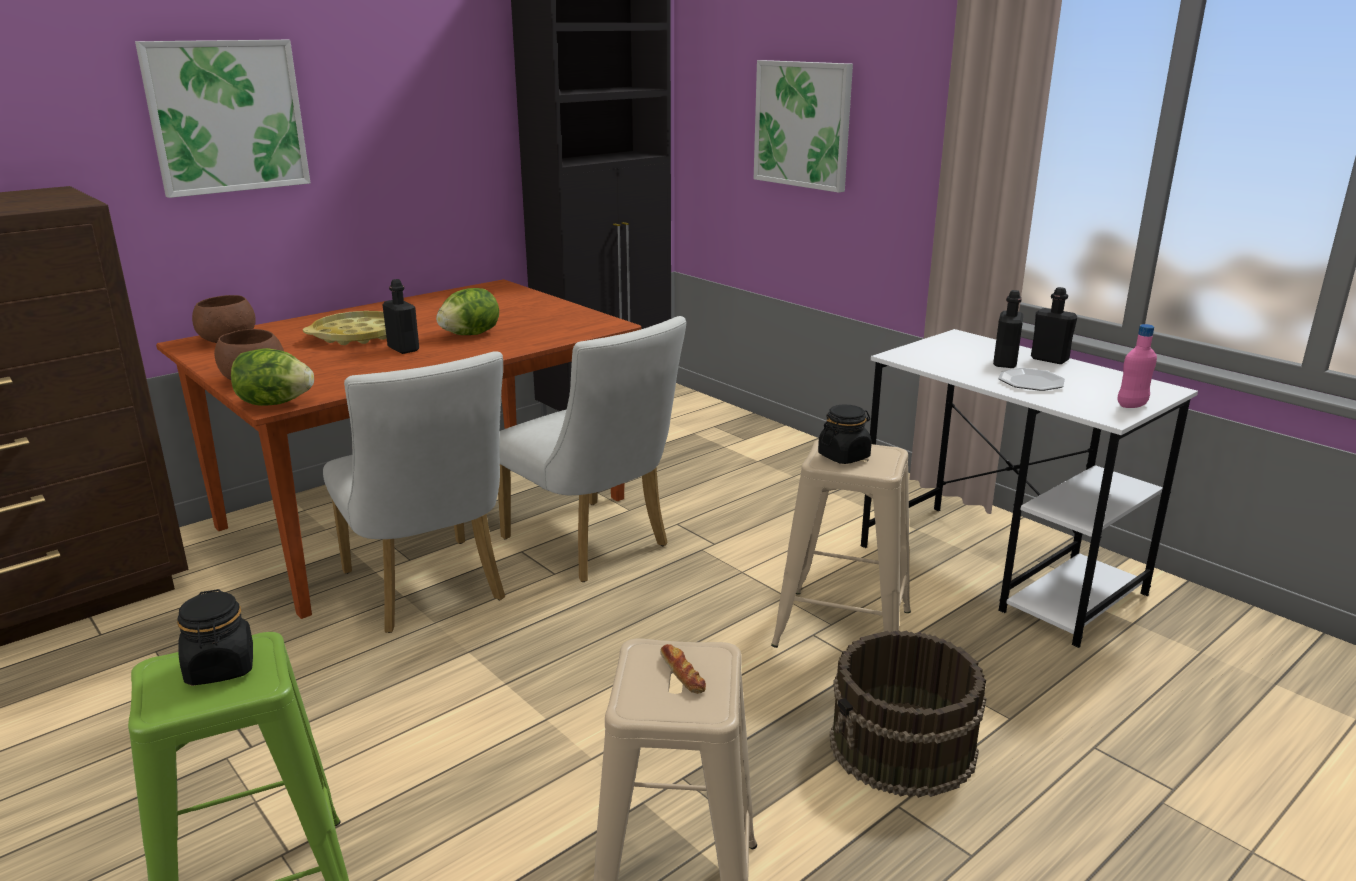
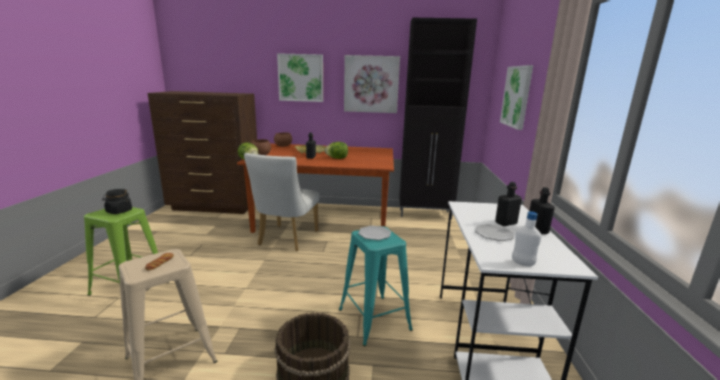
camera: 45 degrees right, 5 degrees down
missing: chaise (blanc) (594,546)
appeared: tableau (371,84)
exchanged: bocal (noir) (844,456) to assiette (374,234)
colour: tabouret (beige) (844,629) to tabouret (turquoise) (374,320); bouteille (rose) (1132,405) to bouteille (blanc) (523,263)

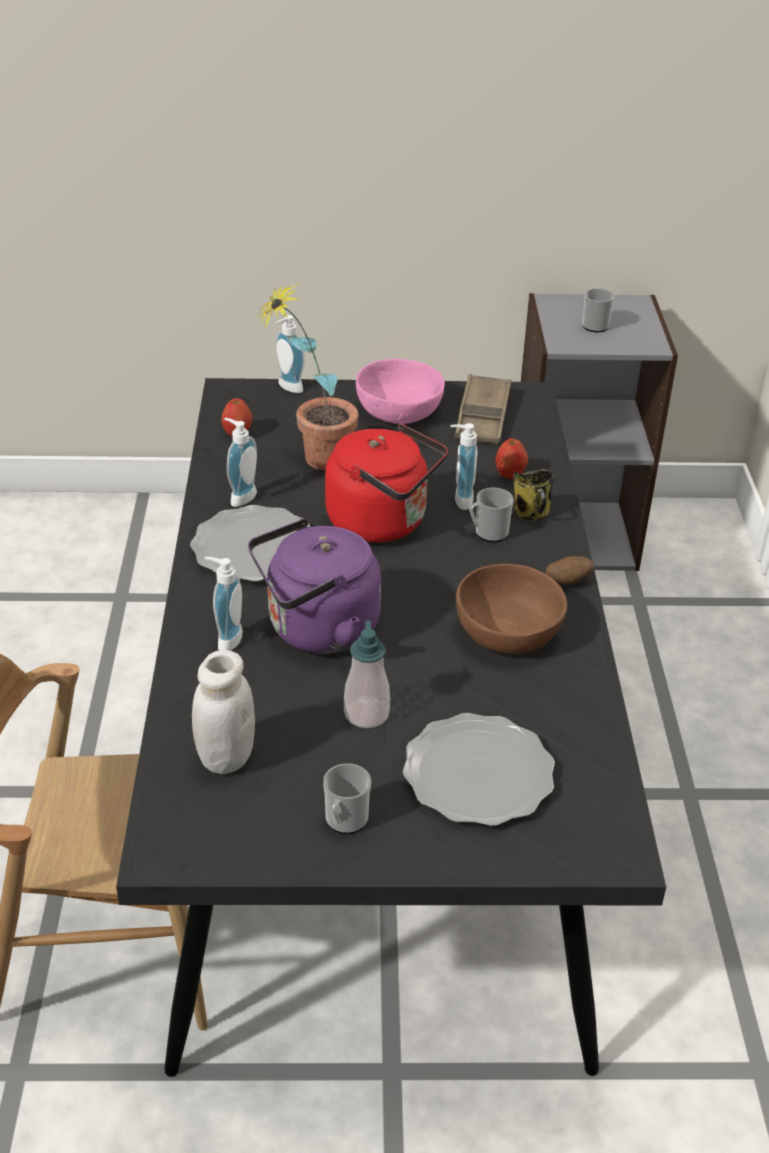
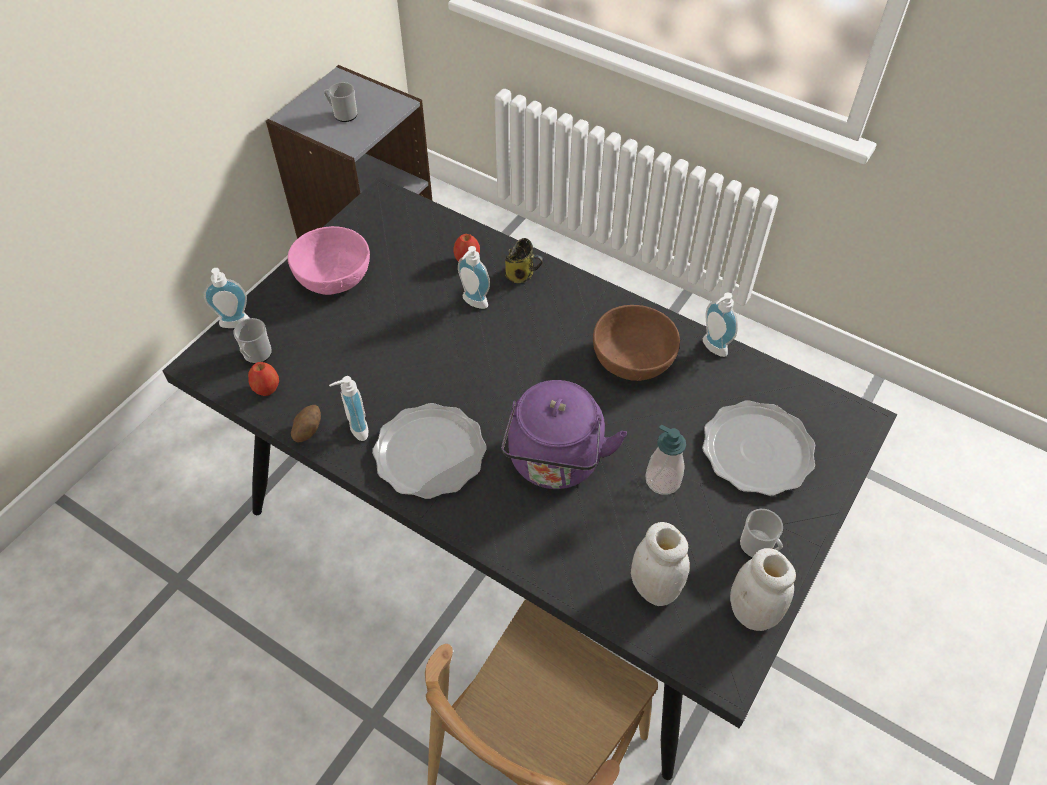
camera: 55 degrees left, 15 degrees up
missing: plante en pot (312,459); bouilloire (rouge) (383,523); plateau (marron) (483,416)
appeared: bocal (blanc) (752,612)
relocated: distributeur de savon (225,639) to (712,348); mug (488,533) to (256,356); pomme de terre (568,581) to (308,431)

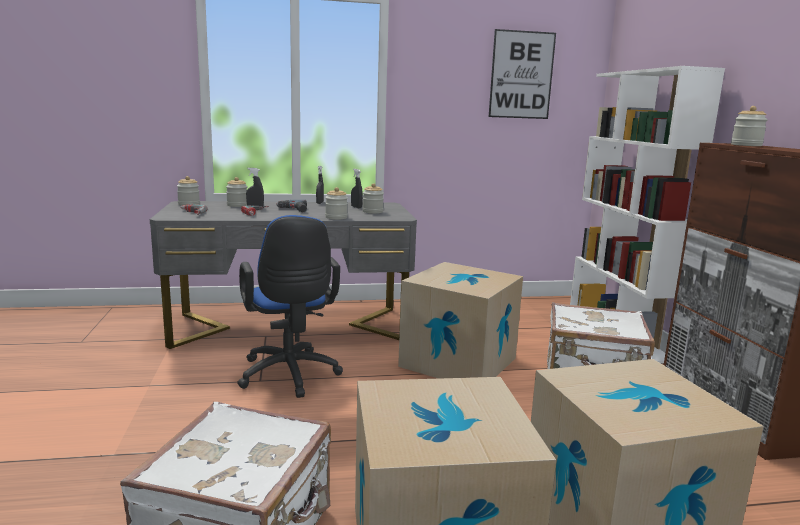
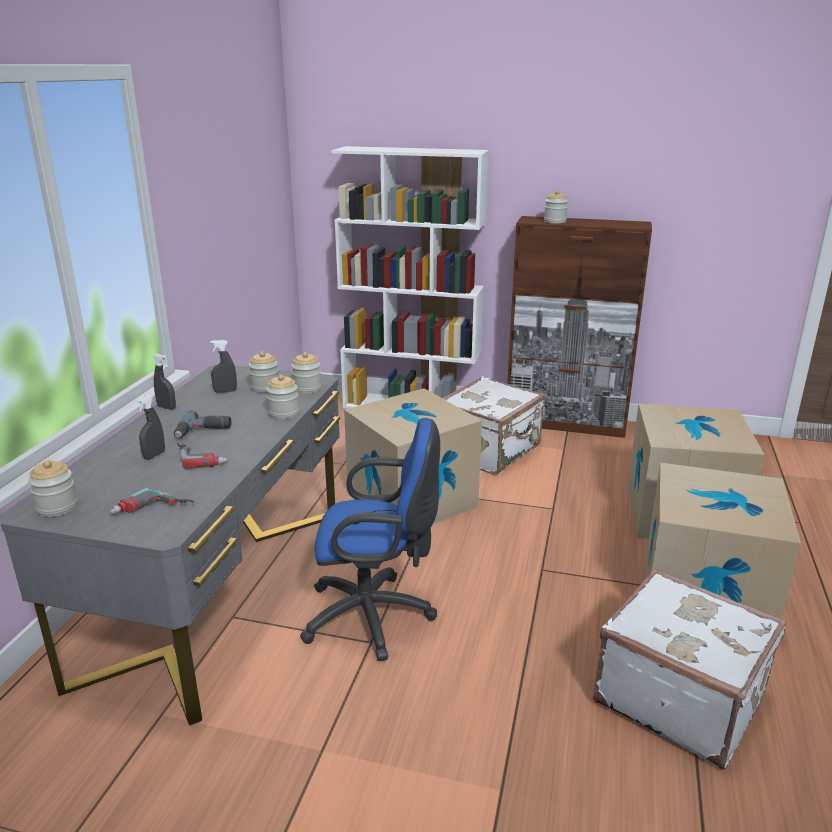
camera: 65 degrees left, 10 degrees up
missing: tableau (521,75)
relocated: bocal (237,205) to (307,388)

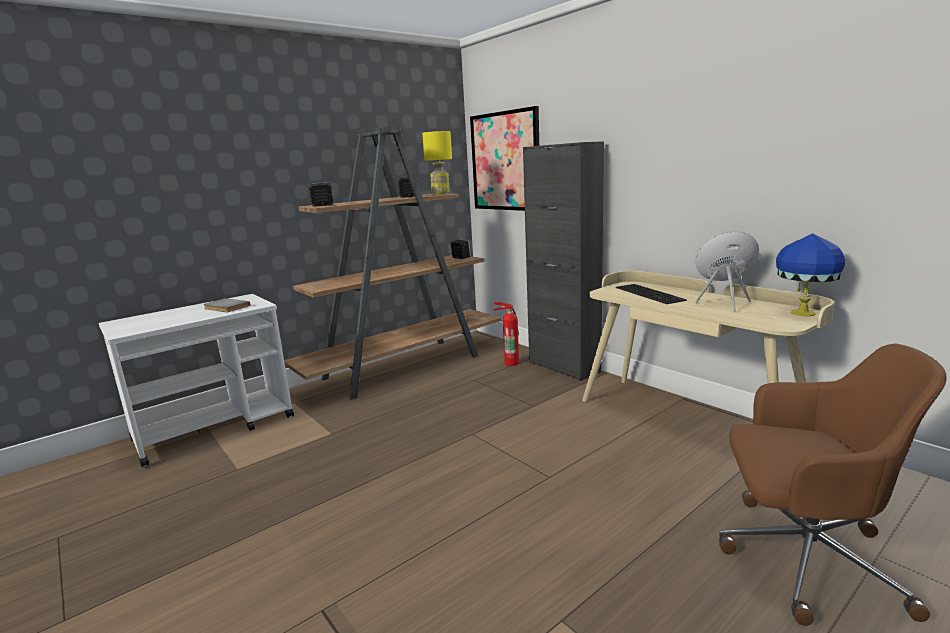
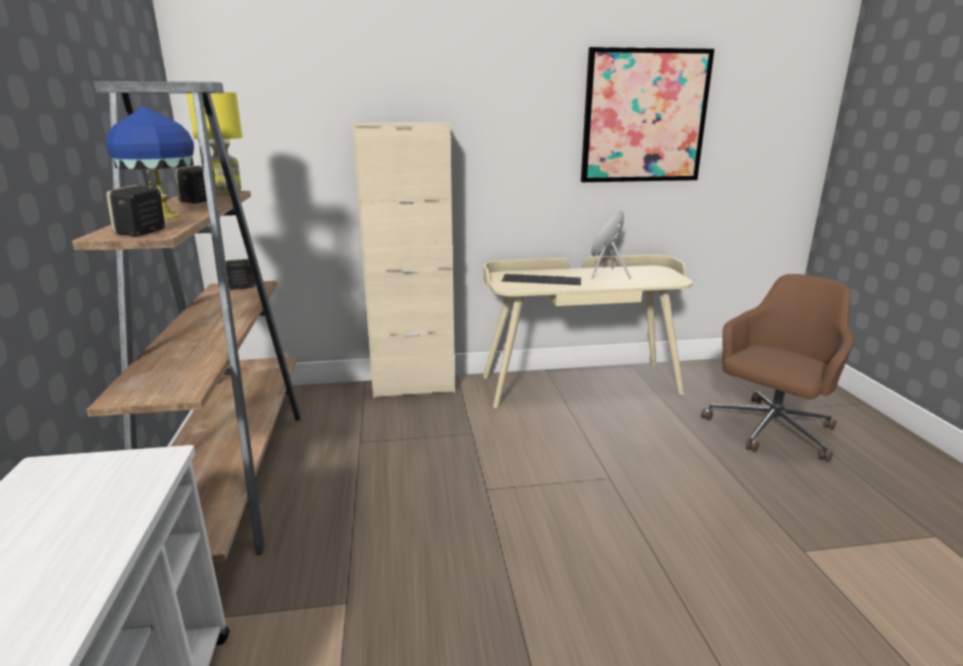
camera: 60 degrees left, 5 degrees up
missing: livre (gris) (225,307); extincteur (511,362)
relocated: tableau (505,161) to (644,116); lampe de table (bleu) (803,313) to (166,216)
colour: meuble de rangement (noir) (564,367) to meuble de rangement (beige) (413,387)

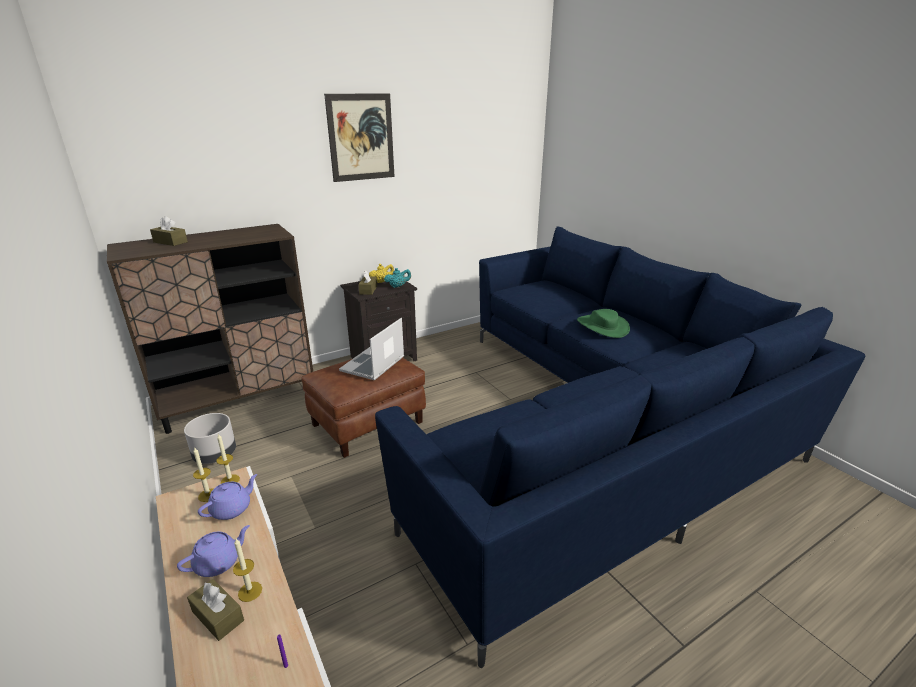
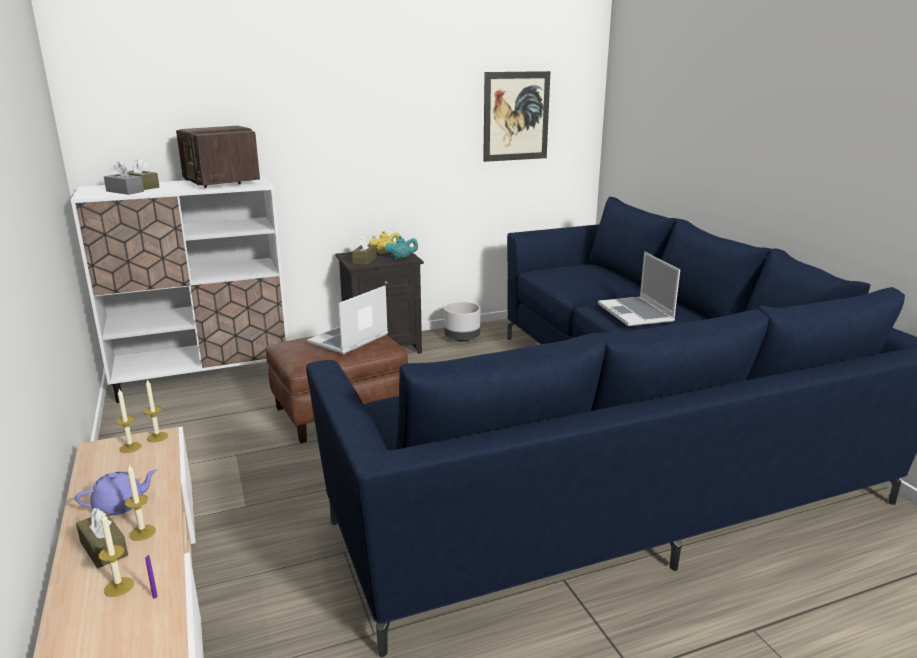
camera: 10 degrees right, 5 degrees down
missing: théière (violet) (232,509)
appeared: bougie (119,587); boîte à mouchoirs (gris) (125,191); radio (221,183)
relocated: cache-pot (gris) (215,455) to (462,338); tableau (361,137) to (516,116)
exchanged: chapeau (vert) (602,326) to ordinateur portable (636,313)
colour: meuble de rangement (marron) (239,400) to meuble de rangement (blanc) (204,377)

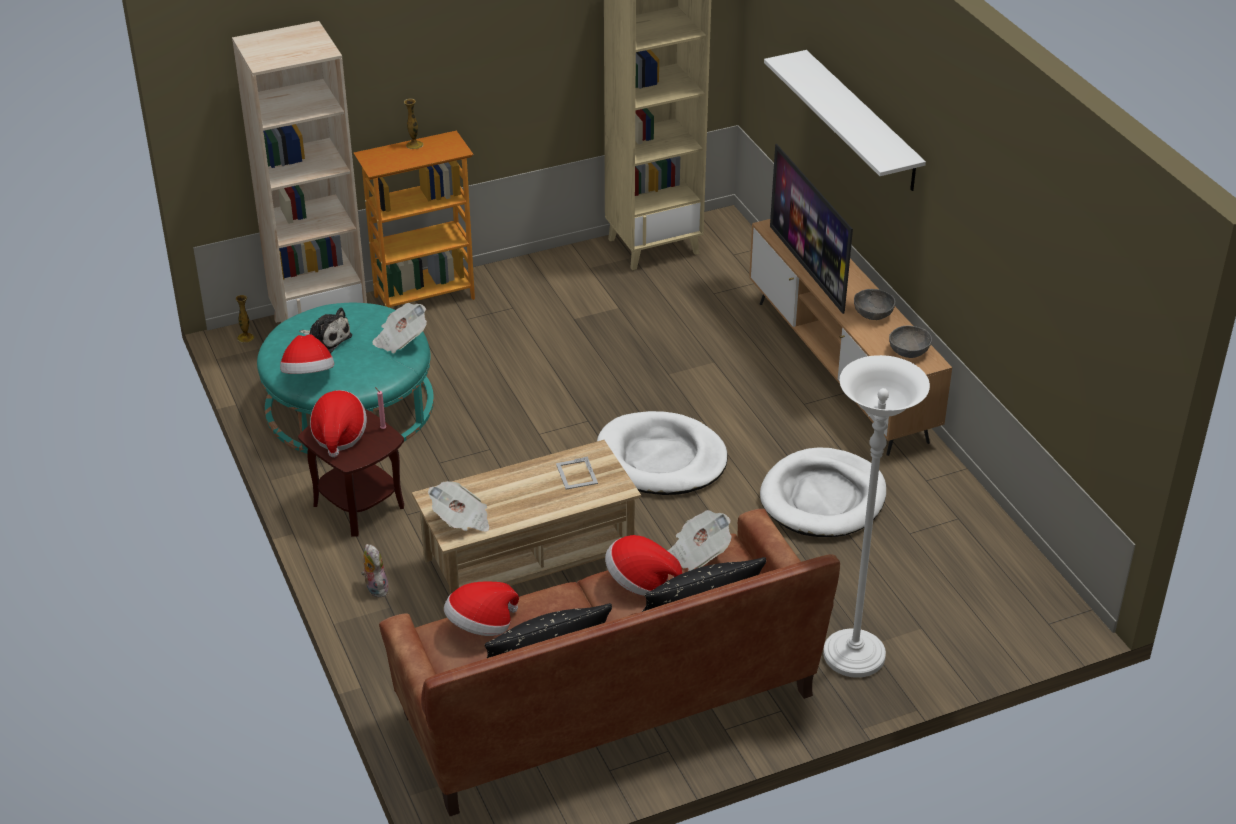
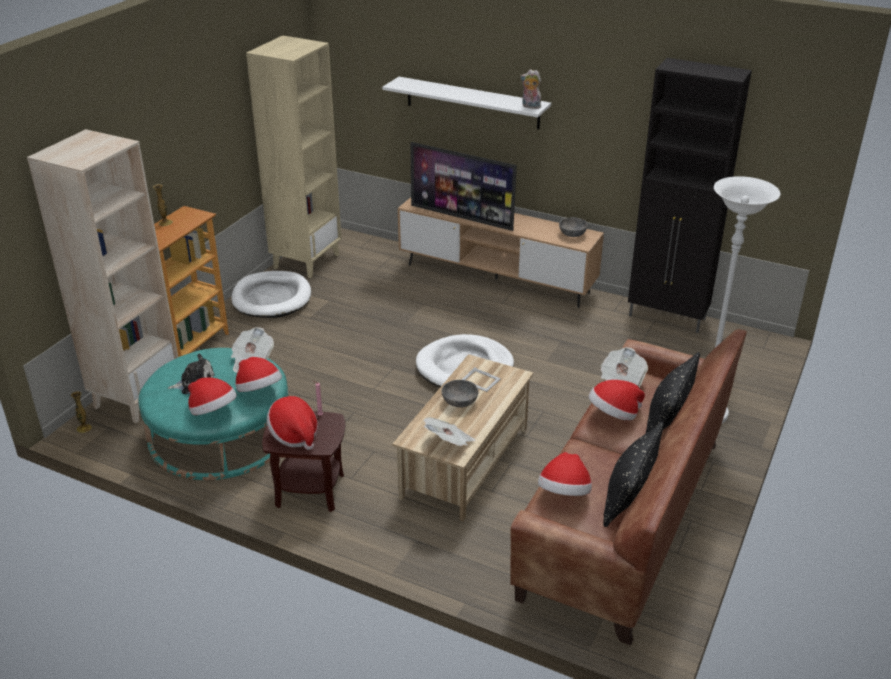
camera: 40 degrees left, 5 degrees down
appeared: chapeau (259,391); meuble de rangement (noir) (668,317)
relocated: peluche (375,588) to (530,106); panier pour chien (blanc) (823,498) to (272,298); bol (gris) (873,314) to (459,402)

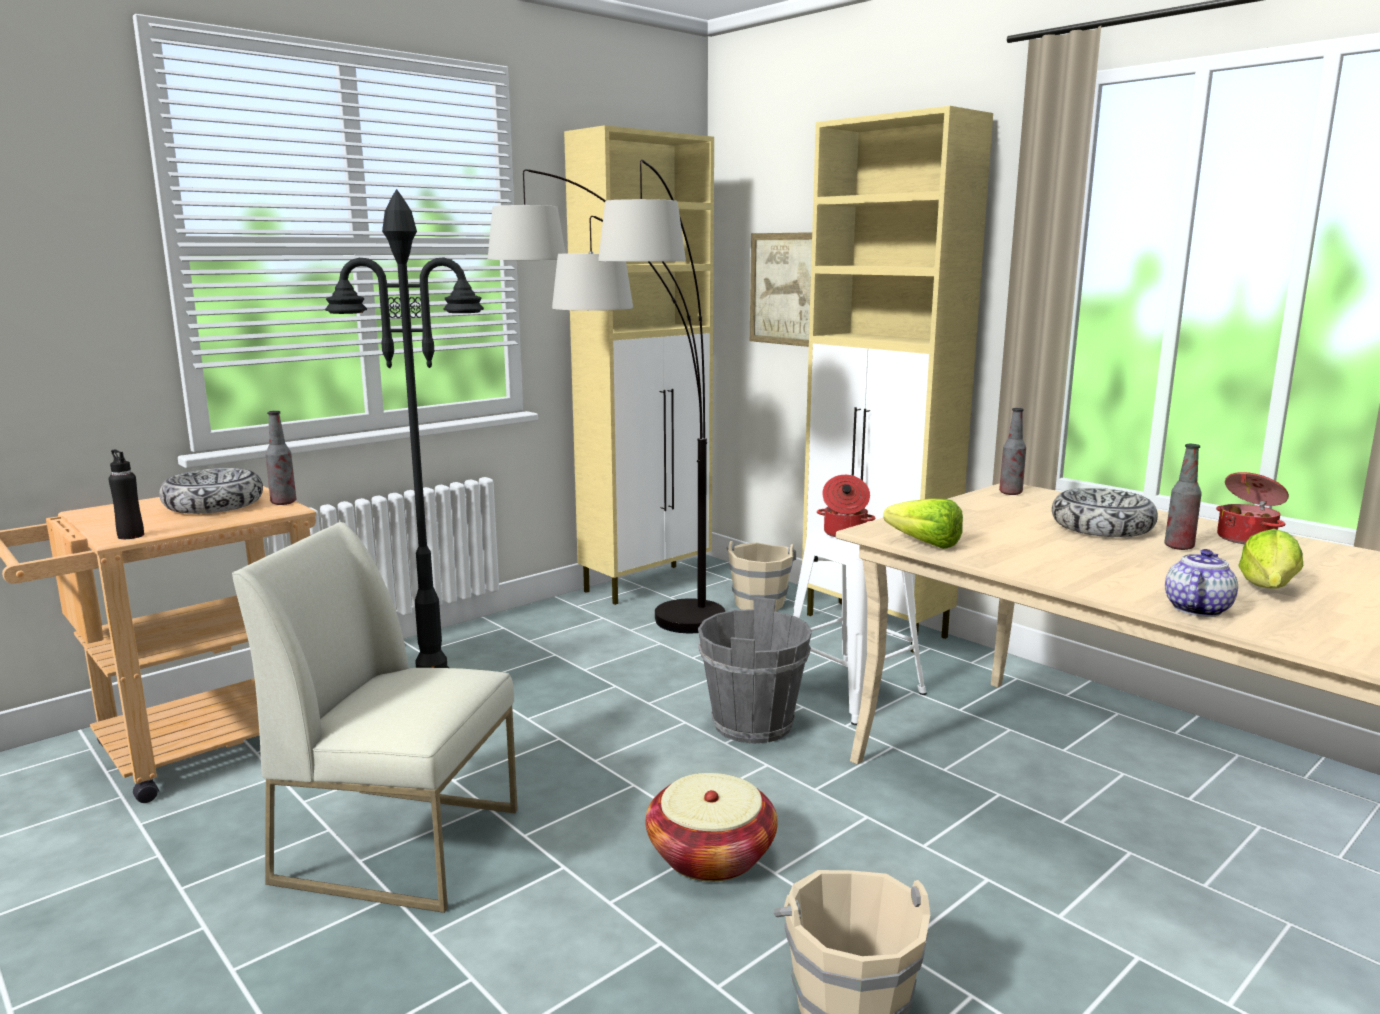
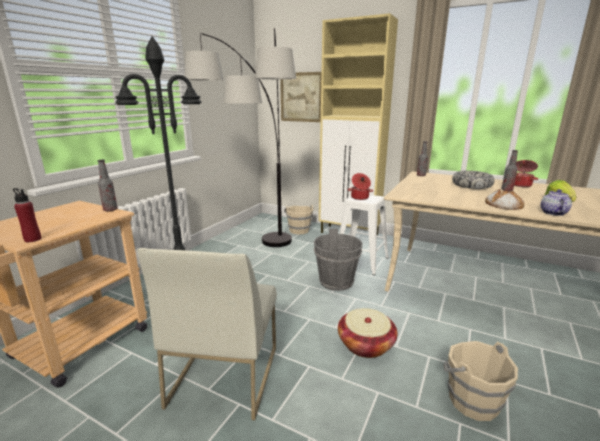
camera: 20 degrees left, 5 degrees up
missing: bol (214,505); meuble de rangement (beige) (647,584); laitue (919,542)
appeared: pain (503,205)
colour: bouteille (noir) (131,536) to bouteille (rouge) (33,239)
spun: chaise (blanc) (402,844) = (224,374) 75 degrees counterclockwise

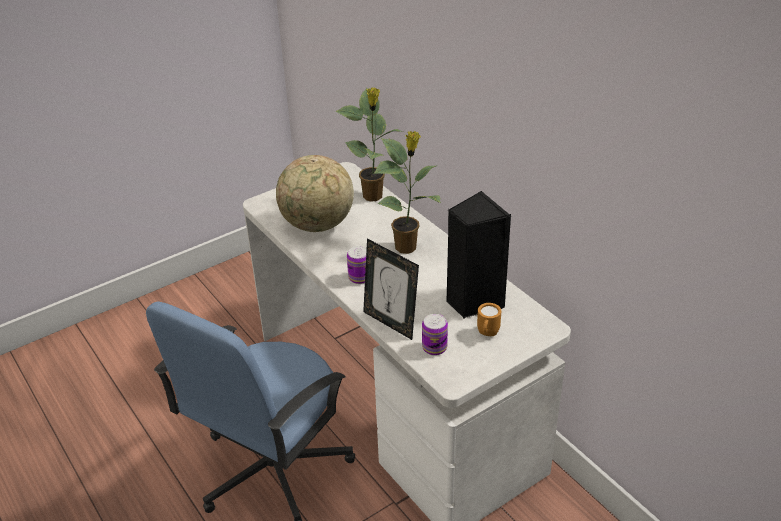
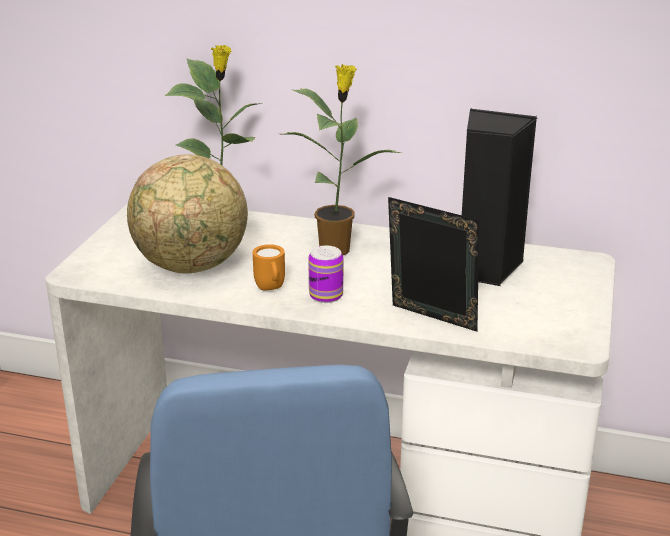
camera: 40 degrees left, 10 degrees down
missing: boîte métallique (434,347)
relocated: mug (orange) (487,334) to (271,289)
spun: cadre photo (390,323) = (430,321) 150 degrees counterclockwise

